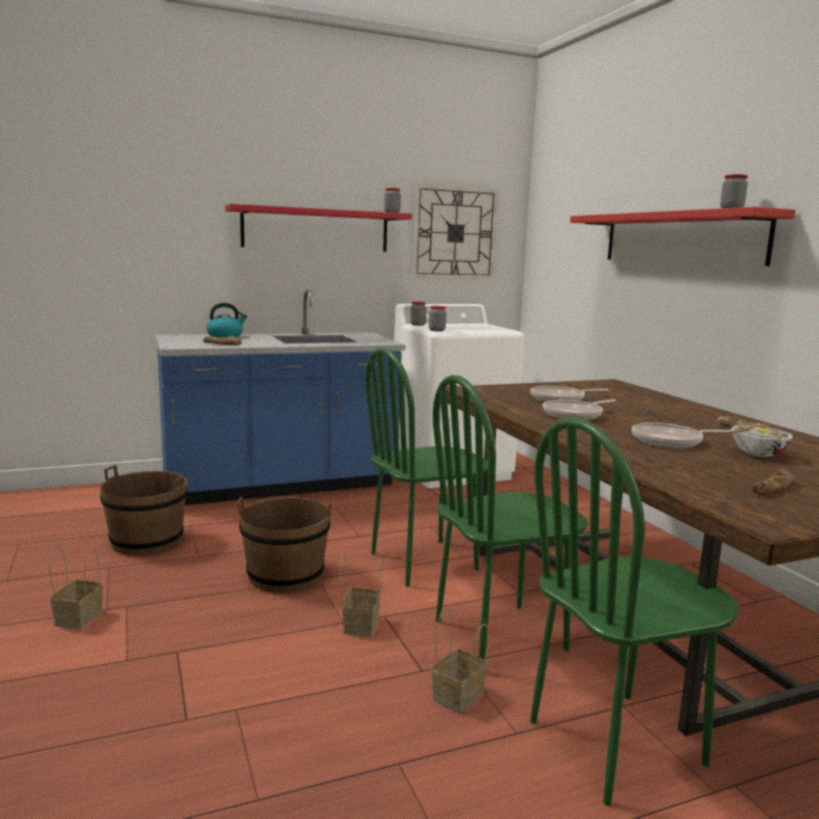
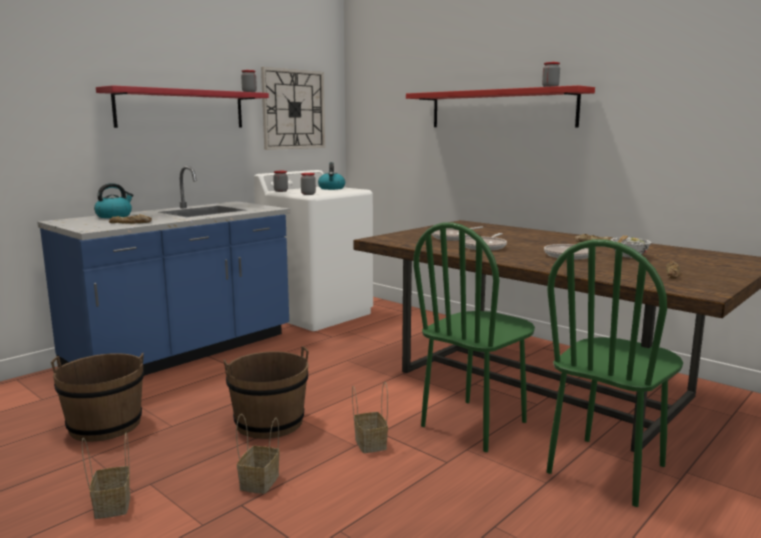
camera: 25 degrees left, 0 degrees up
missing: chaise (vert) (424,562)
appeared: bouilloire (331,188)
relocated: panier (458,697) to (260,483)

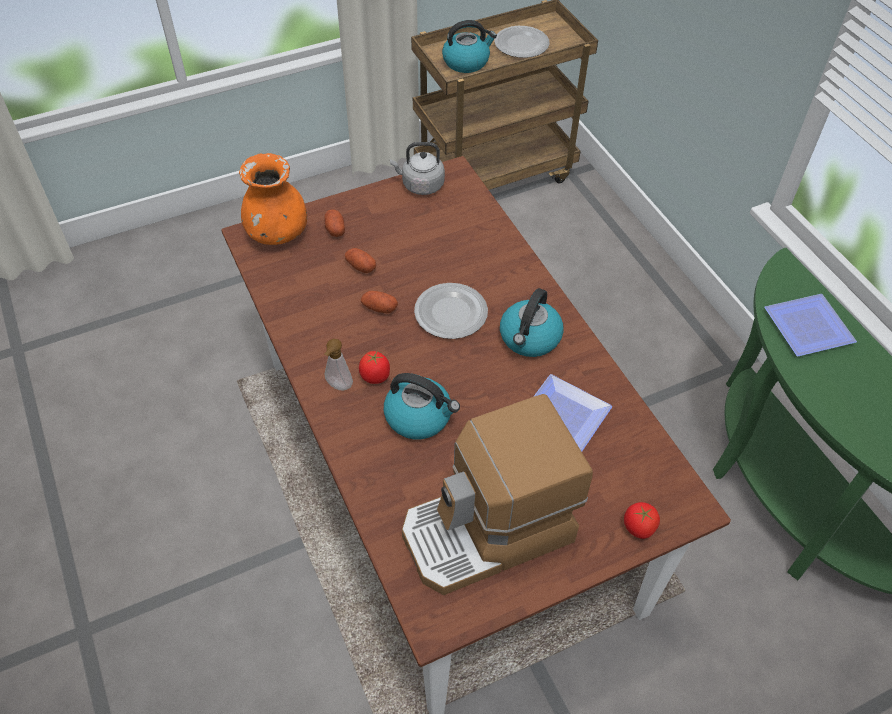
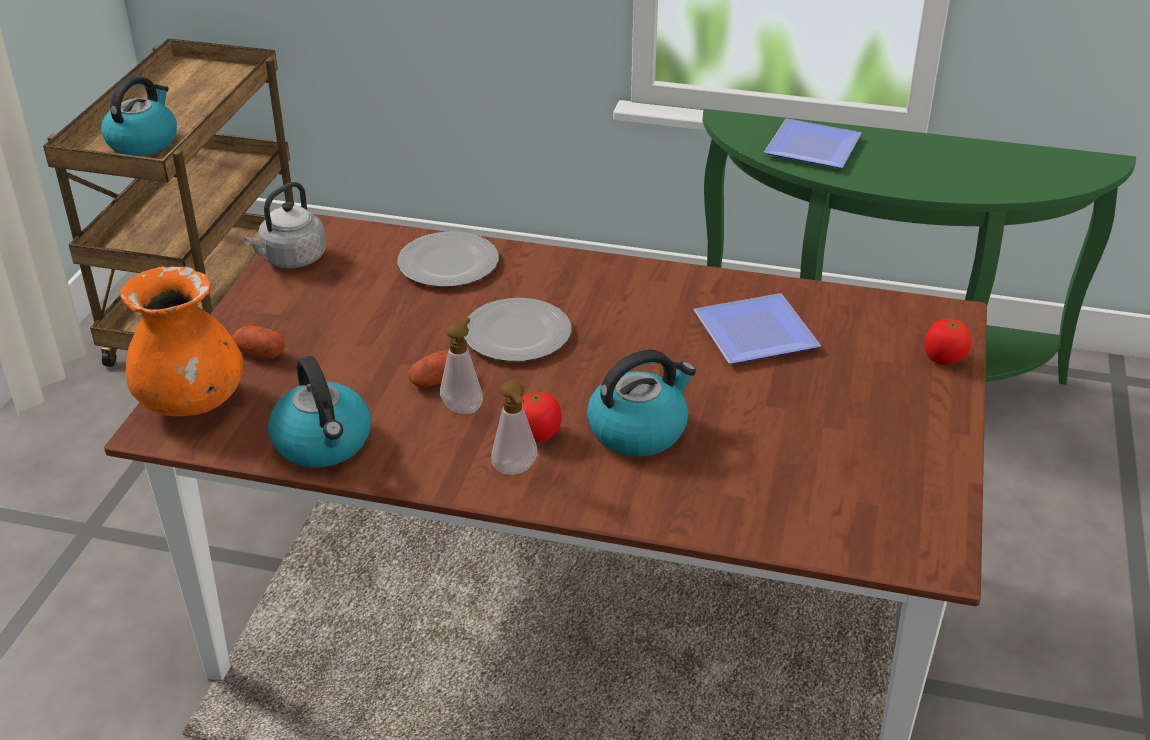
camera: 50 degrees left, 15 degrees down
missing: pomme de terre (360,266); machine à café (488,532)
appeared: distributeur de savon (463,406)
relocated: assiette (522,44) to (449,263); bouilloire (530,338) to (323,443)

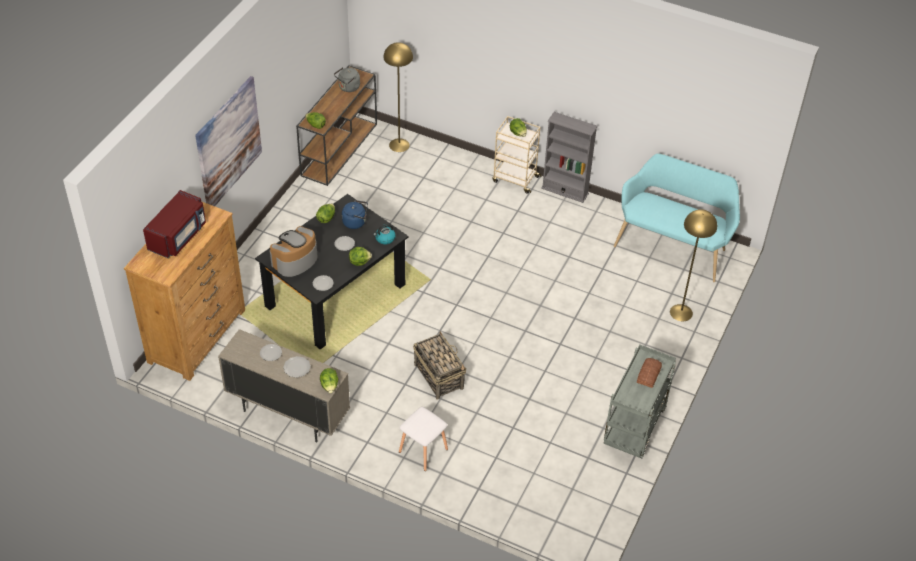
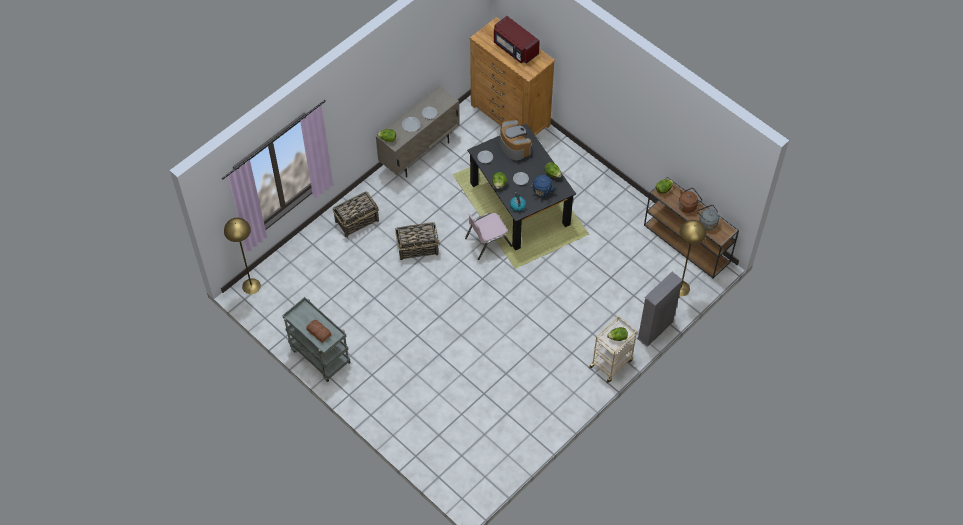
camera: 110 degrees right, 10 degrees up
missing: tableau (228,143); banc (turquoise) (673,246)
appeared: chaise (rose) (487,241); bouilloire (marron) (688,205)
relocated: bibliothèque (gris) (565,191) to (655,330); lampadaire (jaune) (681,312) to (251,286)
exchanged: tabouret (blanc) (422,450) to panier (357,221)

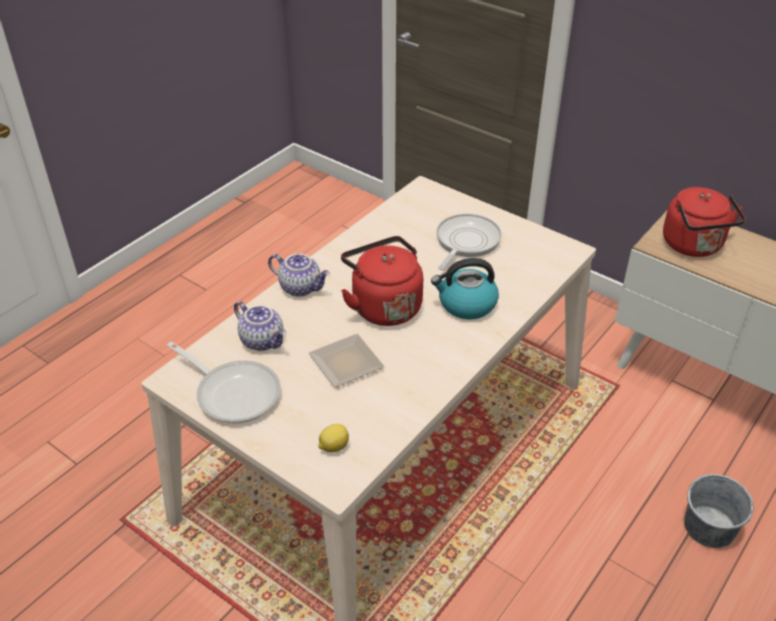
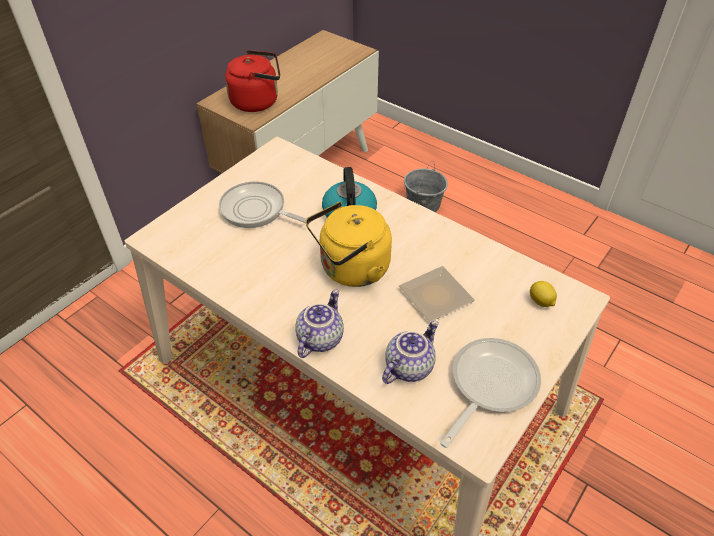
camera: 90 degrees left, 5 degrees up
colour: bouilloire (rouge) (383,305) to bouilloire (jaune) (351,270)

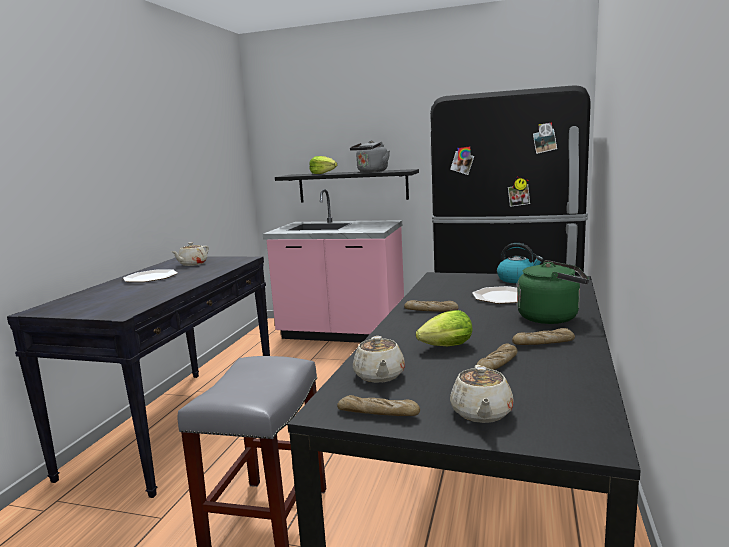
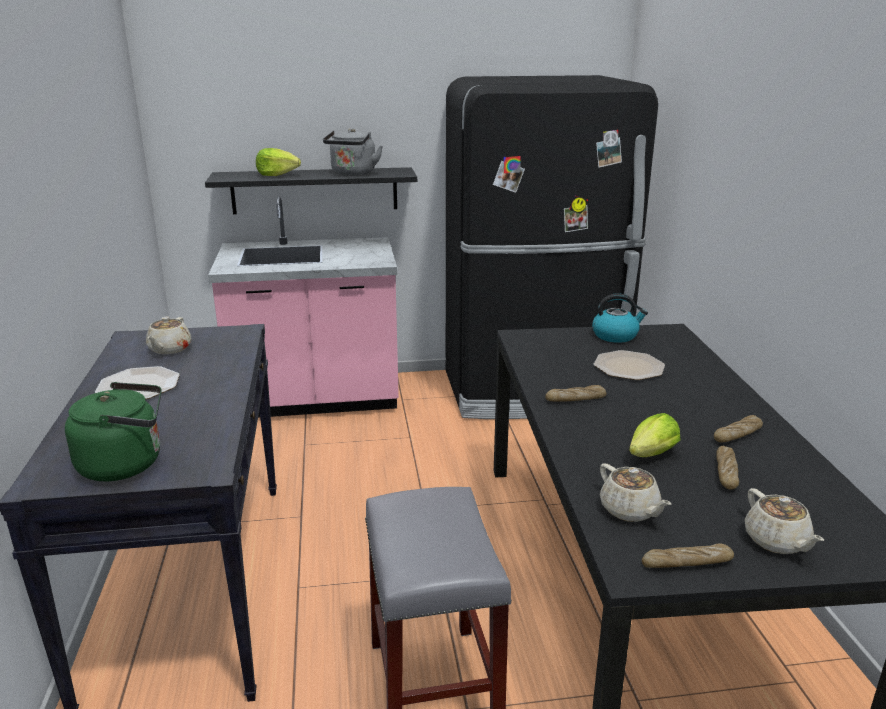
camera: 25 degrees left, 10 degrees up
relocated: bouilloire (vert) (552,317) to (126,464)

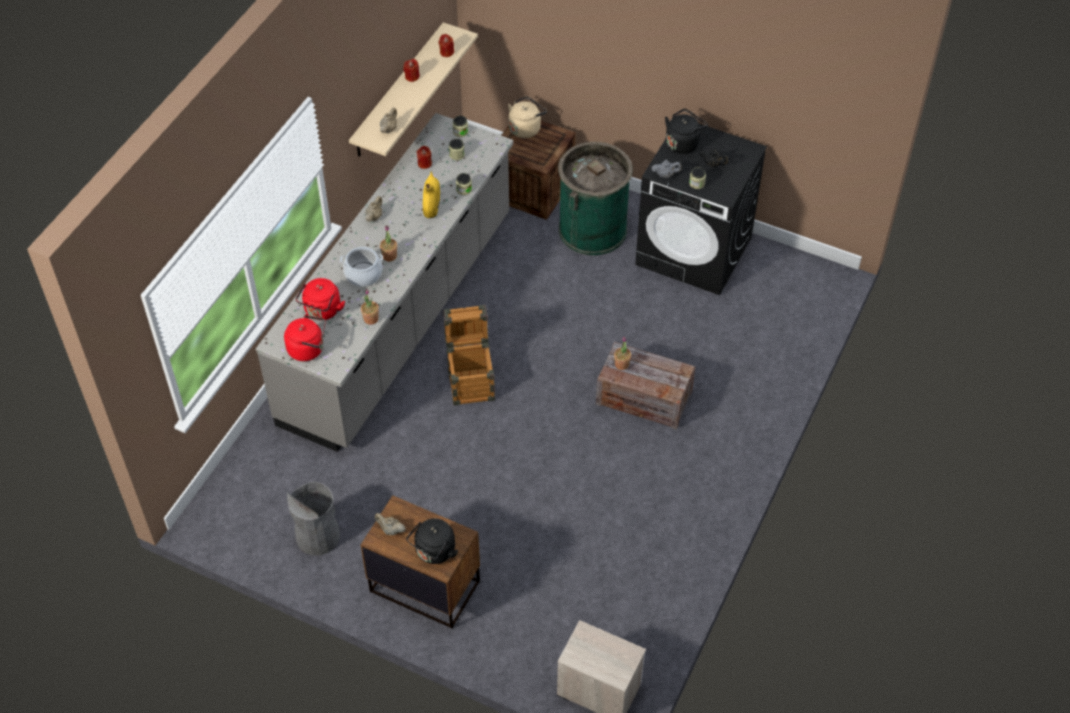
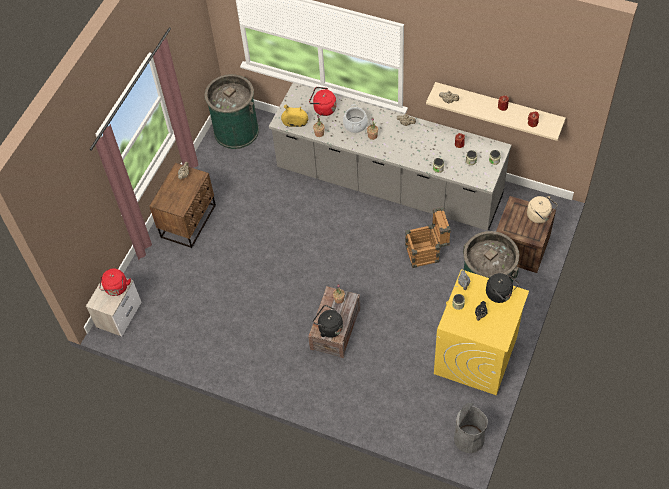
camera: 90 degrees right, 5 degrees up
appeared: poubelle (vert) (236,131)
relocated: bouilloire (rouge) (308,349) to (116,289); poubelle (gris) (318,536) to (469,438); bouilloire (noir) (434,552) to (329,328); vase (jaune) (432,206) to (295,123); caisse (471,380) to (427,253)
colour: lave-linge (noir) (694,251) to lave-linge (jaune) (475,356)

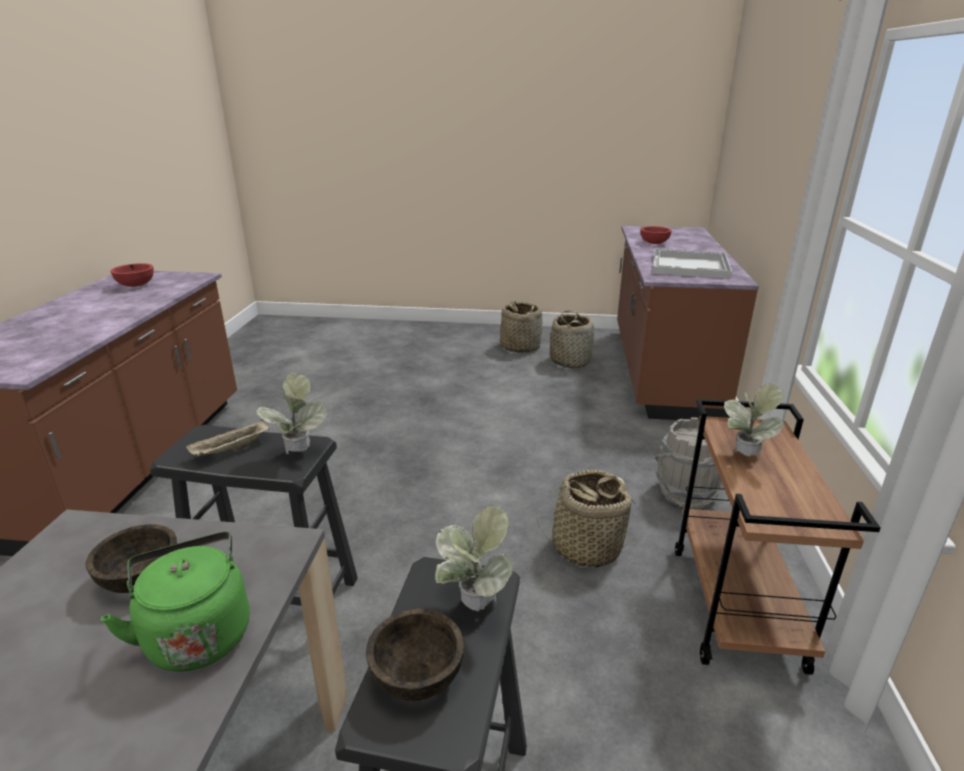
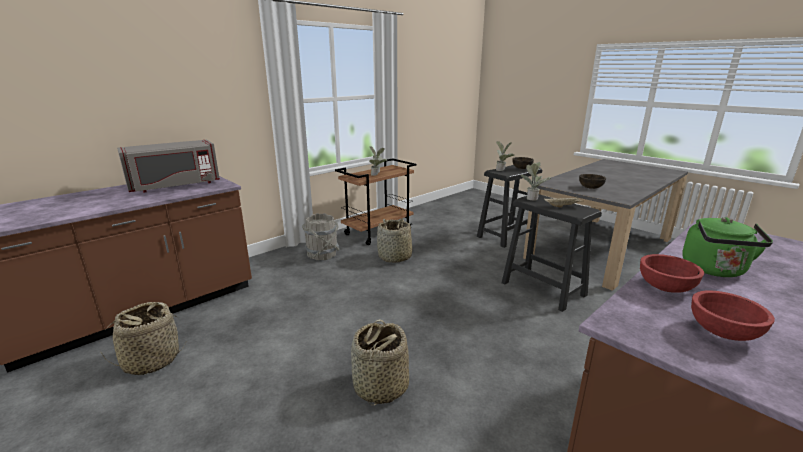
camera: 140 degrees left, 5 degrees down
relocated: bouilloire (vert) (197,633) to (715,270); panier (520,347) to (380,386); bol (rouge) (654,243) to (665,287)
exchanged: plateau (blanc) (690,266) to micro-ondes (gris) (175,185)

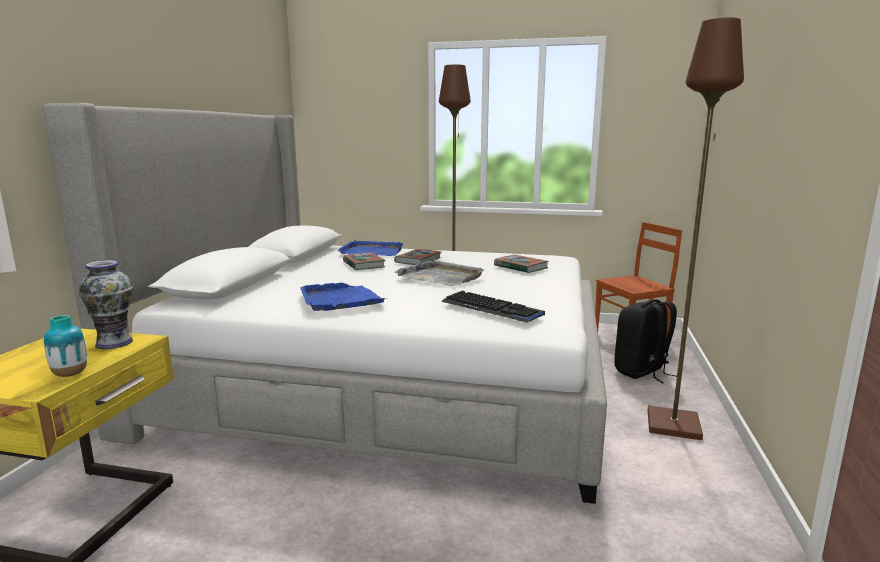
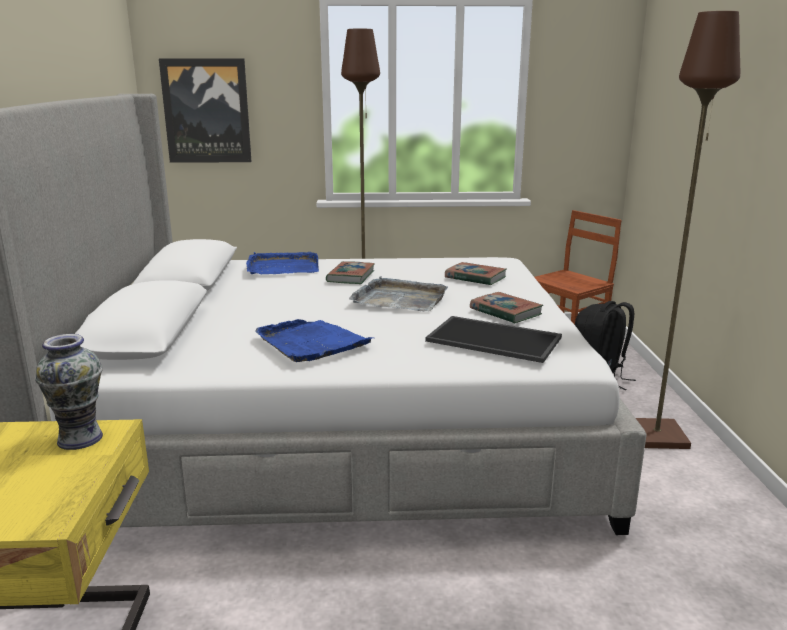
camera: 15 degrees left, 5 degrees up
missing: vase (70,374)
appeared: tableau (207,111)
relocated: livre (363,264) to (505,312)
exchanged: clavier (491,308) to plateau (495,339)

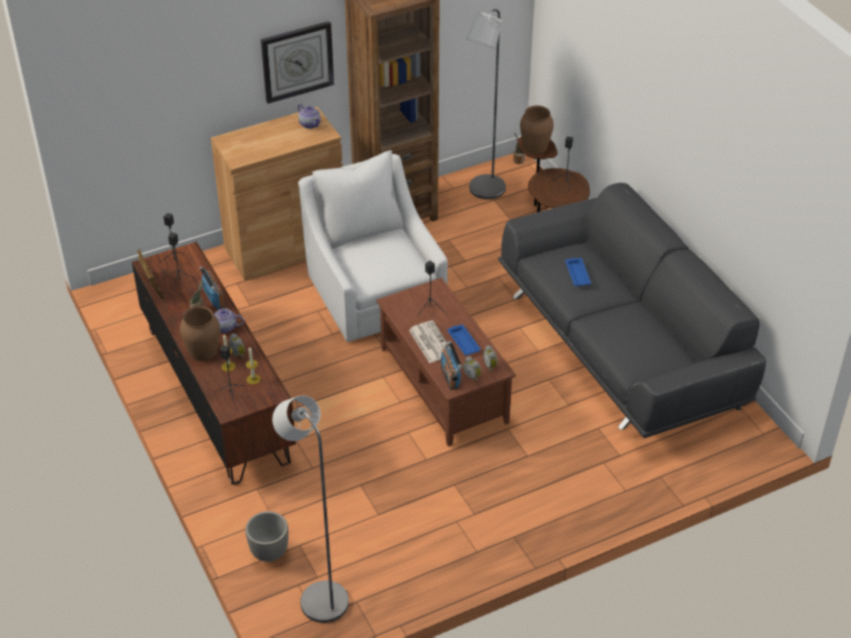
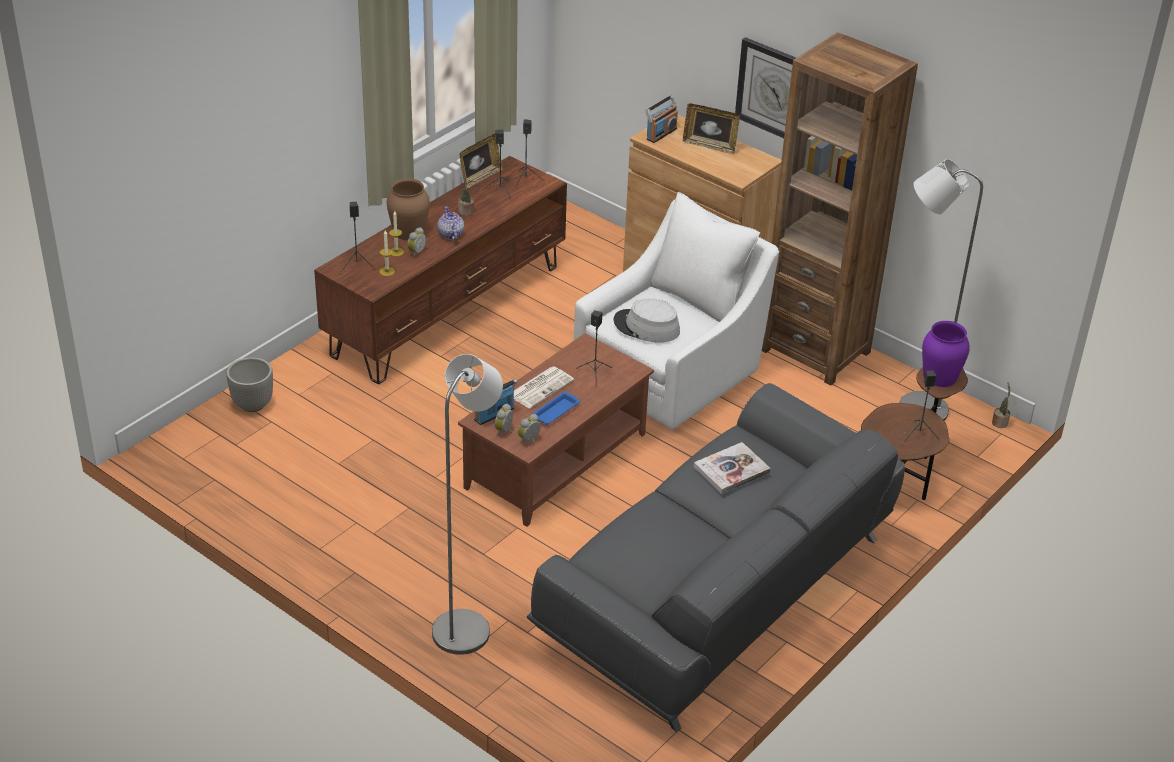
camera: 65 degrees right, 5 degrees down
missing: théière (310,124)
appeared: chapeau (gris) (646,327); cadre photo (710,146)
relocated: radio (214,298) to (661,134); lampadaire (gris) (319,596) to (467,625)
exchanged: plateau (bleu) (577,274) to livre (731,470)
colour: vase (marron) (535,146) to vase (violet) (939,376)

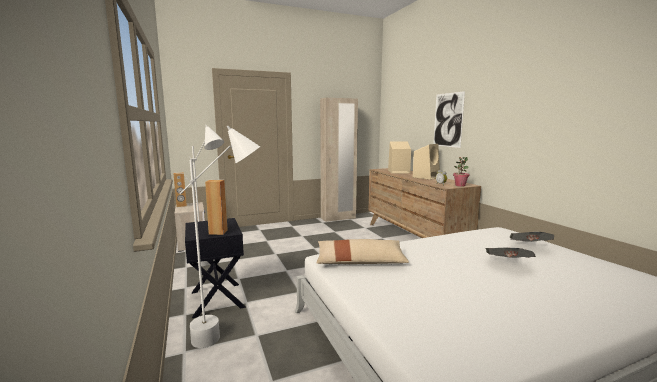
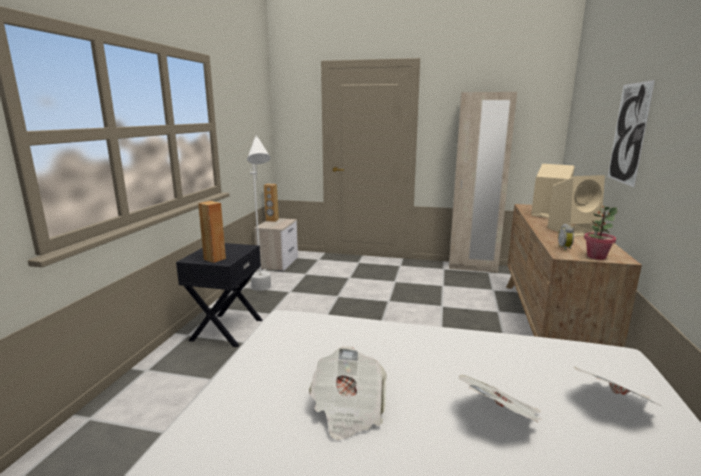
camera: 35 degrees right, 5 degrees up
missing: lampadaire (blanc) (229,335); coussin (beige) (360,261)
appeared: journal (348,410)

